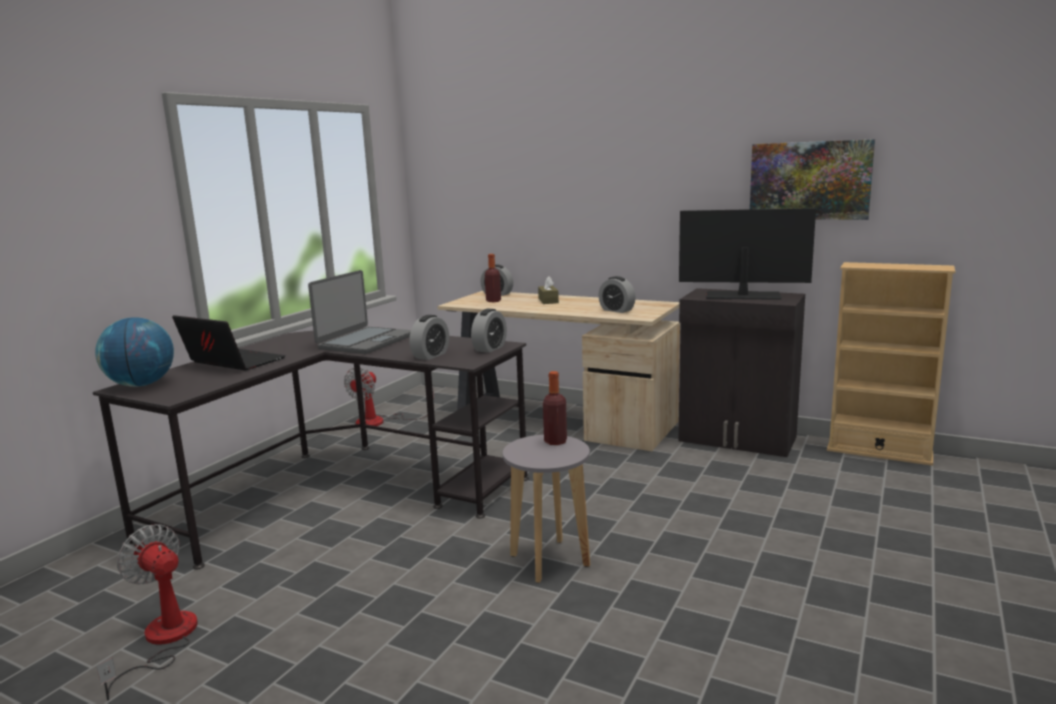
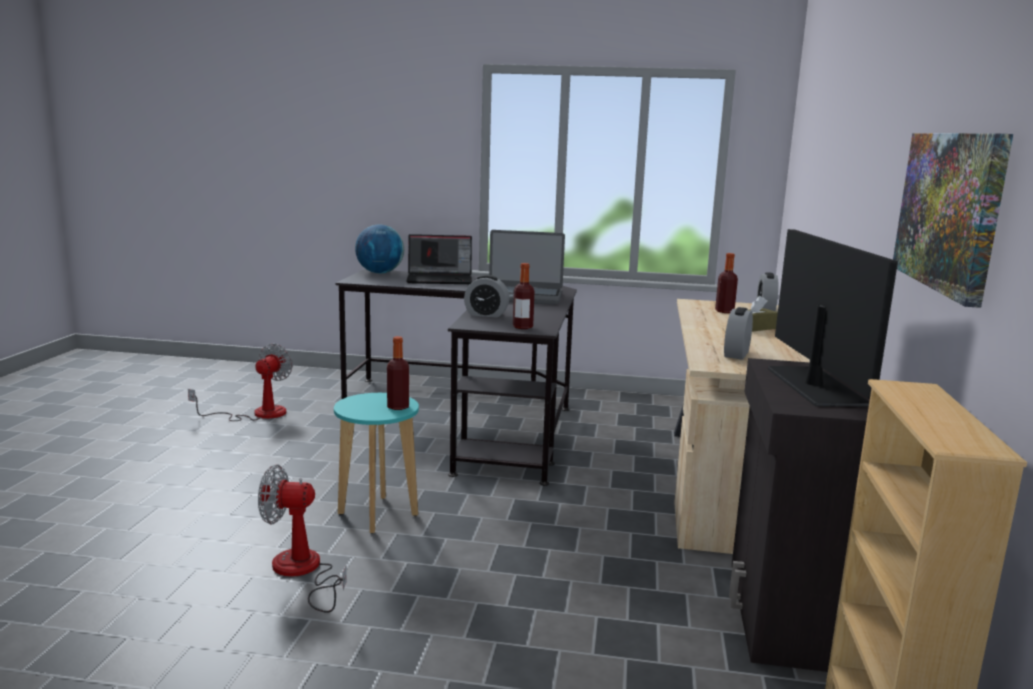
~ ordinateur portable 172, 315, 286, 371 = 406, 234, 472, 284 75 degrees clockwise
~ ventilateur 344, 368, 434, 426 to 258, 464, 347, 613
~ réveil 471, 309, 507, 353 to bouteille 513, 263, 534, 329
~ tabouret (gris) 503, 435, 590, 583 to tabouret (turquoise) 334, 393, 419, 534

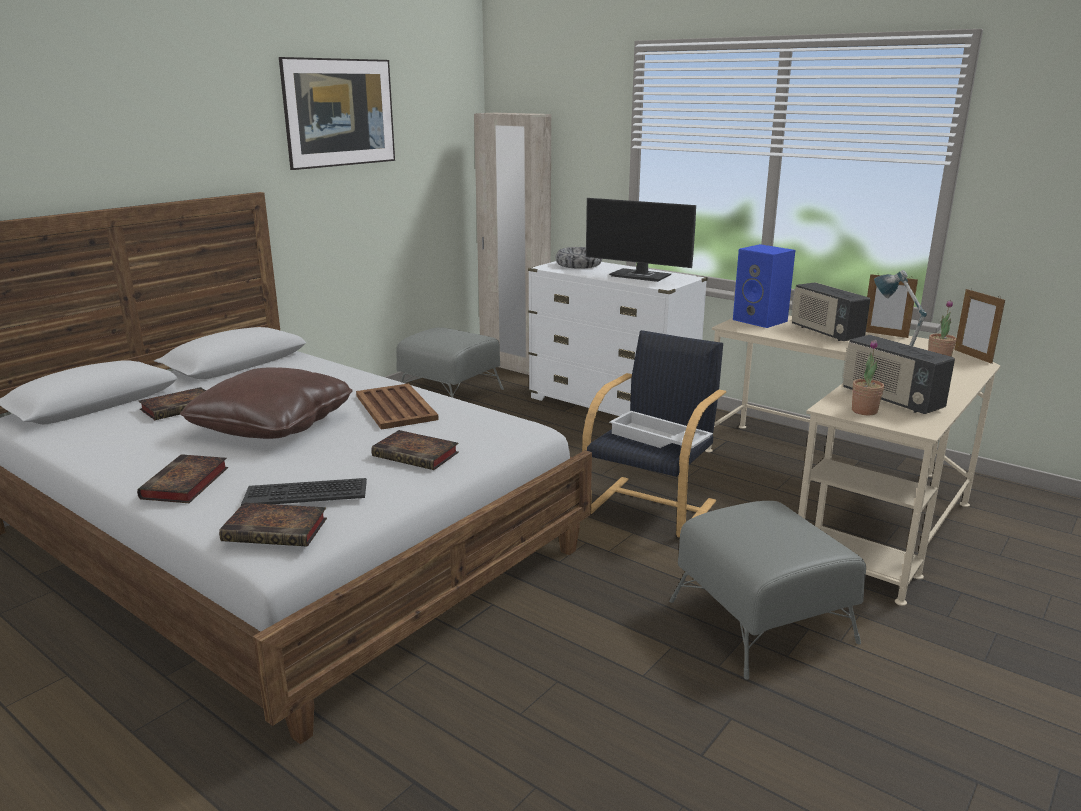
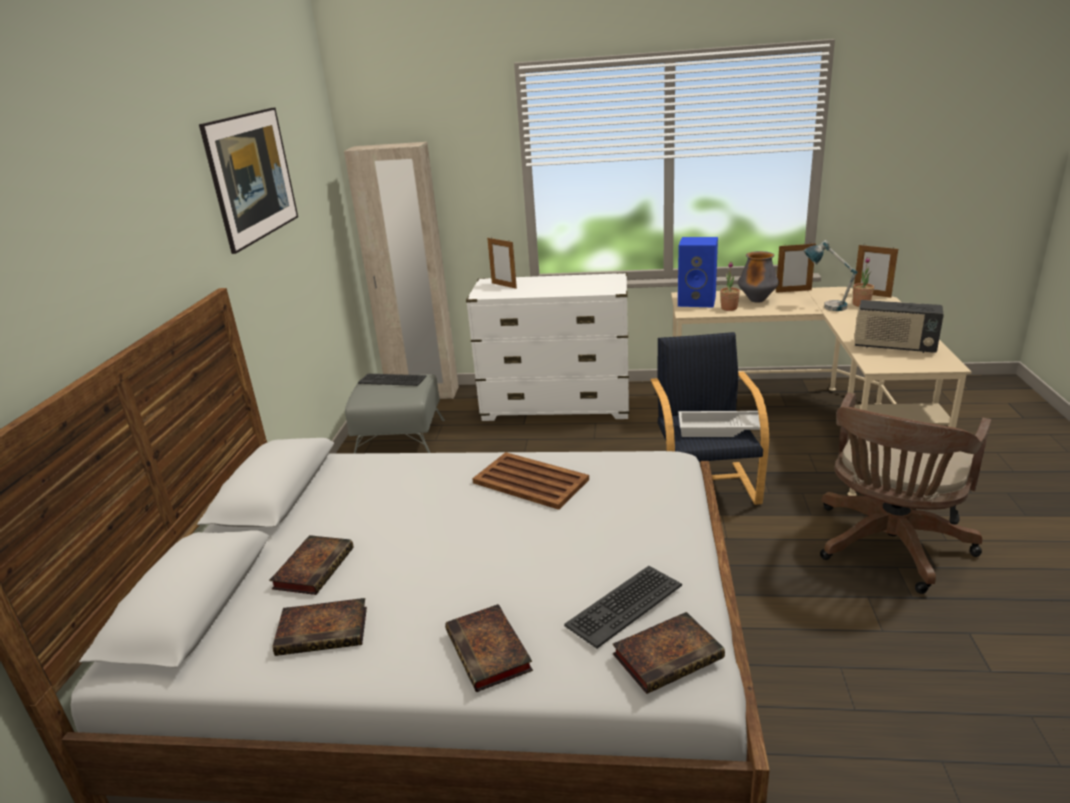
- coussin (marron) 180, 367, 352, 439
~ livre 371, 430, 459, 470 to 273, 598, 367, 656
~ bol 556, 247, 602, 269 to cadre photo 487, 238, 517, 289
- écran d'ordinateur 586, 198, 696, 282
~ pouf (gris) 669, 501, 866, 680 to chaise de bureau (marron) 820, 392, 991, 594
~ radio 791, 282, 870, 341 to vase 738, 251, 779, 303
~ plante en pot 852, 340, 884, 416 to 720, 262, 740, 311
+ clavier 358, 374, 426, 386

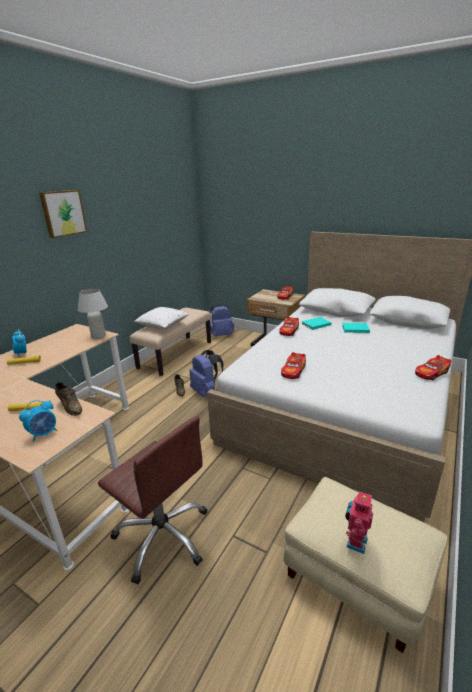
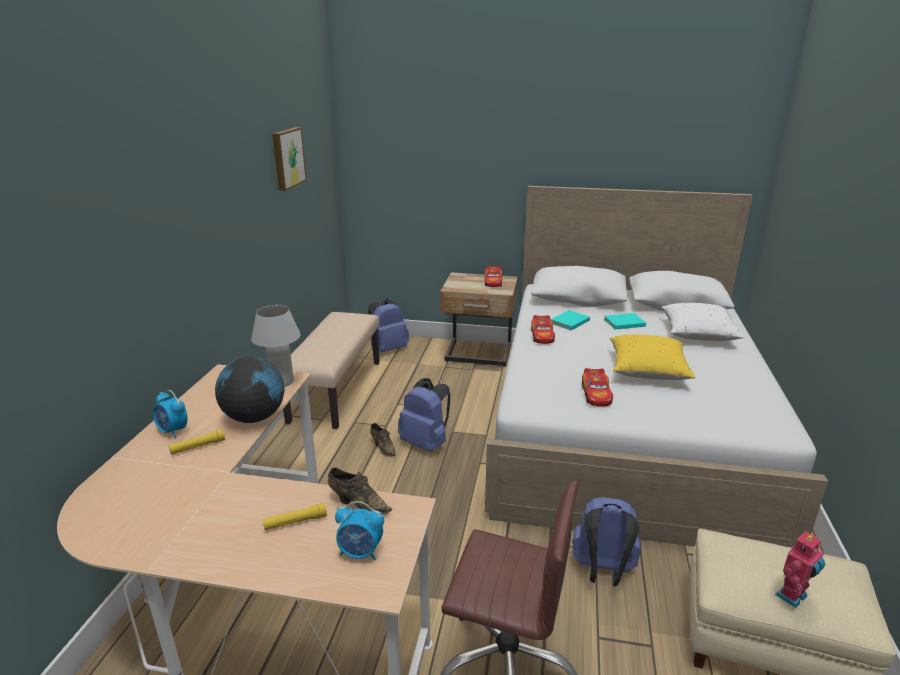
~ réveil 19, 400, 57, 442 = 335, 501, 384, 561 75 degrees clockwise
~ tableau 39, 190, 87, 238 to 272, 127, 307, 191
~ coussin (blanc) 134, 307, 189, 329 to 661, 303, 744, 341
~ robot jouet 345, 491, 373, 554 = 775, 532, 825, 608 135 degrees counterclockwise
- petite voiture 415, 355, 451, 381
+ globe 215, 357, 284, 423
+ sac à dos (bleu) 572, 497, 641, 586
+ coussin (jaune) 610, 334, 695, 380

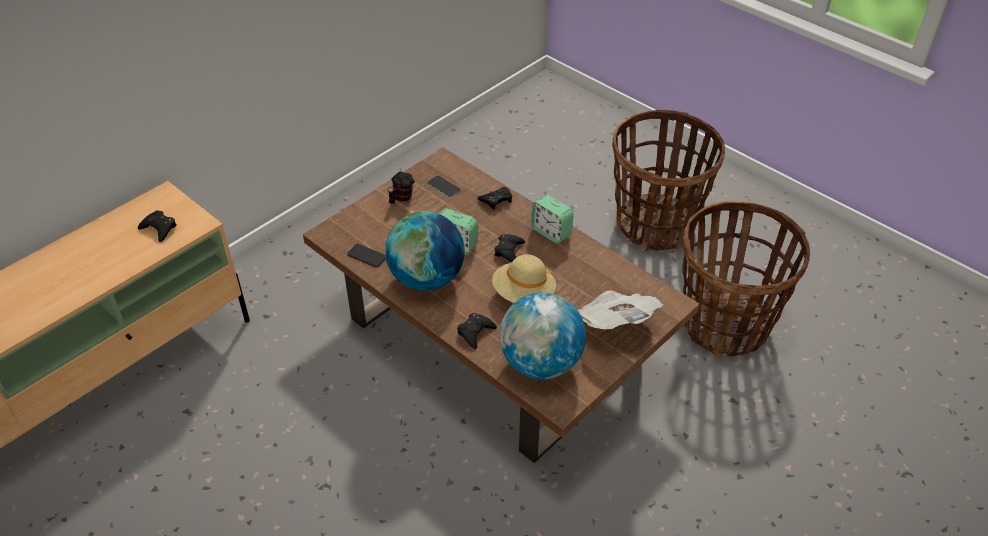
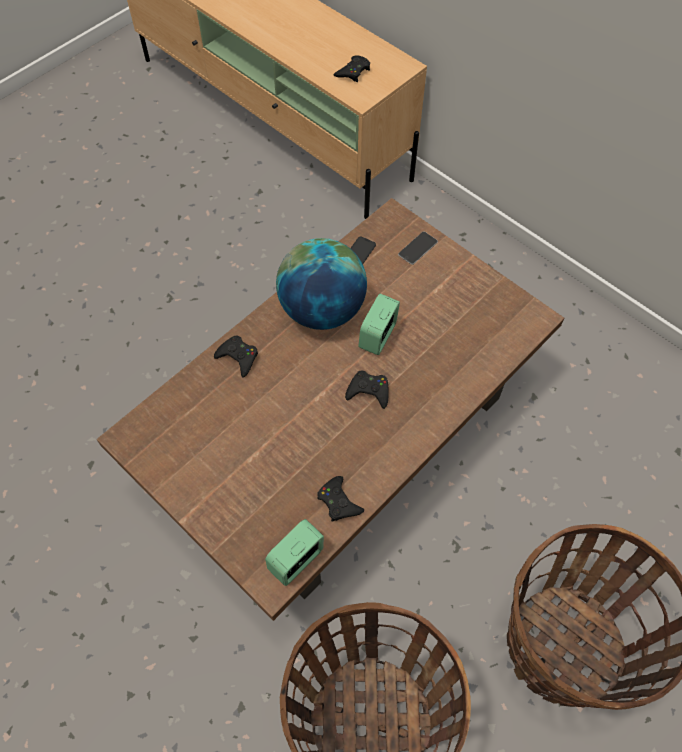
- mug 388, 172, 414, 204
~ téléphone 427, 175, 462, 198 to 398, 231, 438, 265
~ manette (noir) 477, 187, 512, 210 to 317, 476, 364, 522
- chapeau (beige) 492, 254, 556, 303
- globe 499, 292, 586, 379
~ réveil 531, 195, 574, 244 to 265, 519, 324, 586
- journal 578, 290, 663, 329

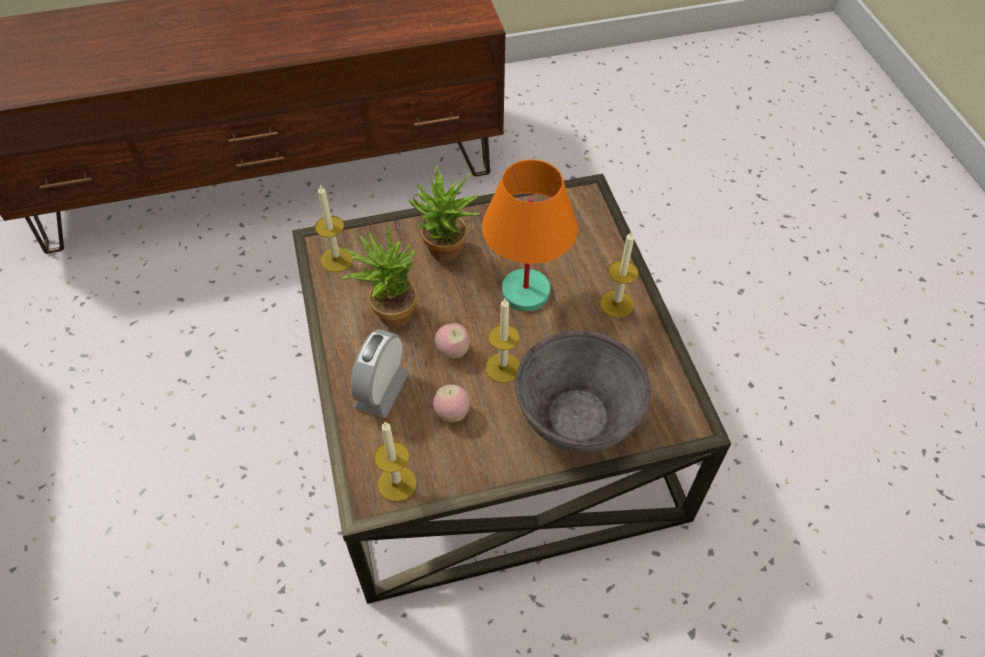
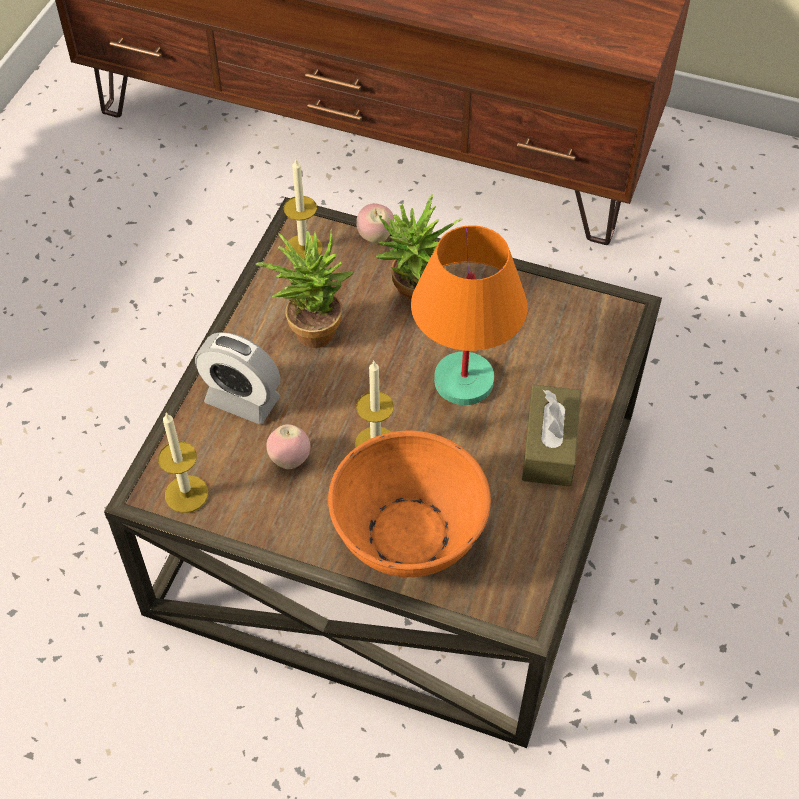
~ réveil 350, 329, 409, 418 = 195, 332, 280, 425 120 degrees counterclockwise
~ pomme 435, 323, 470, 359 to 356, 203, 394, 243
~ bol (gris) 515, 331, 651, 452 to bol (orange) 328, 431, 491, 577
~ bougie 600, 231, 638, 318 to boîte à mouchoirs (marron) 522, 385, 581, 487

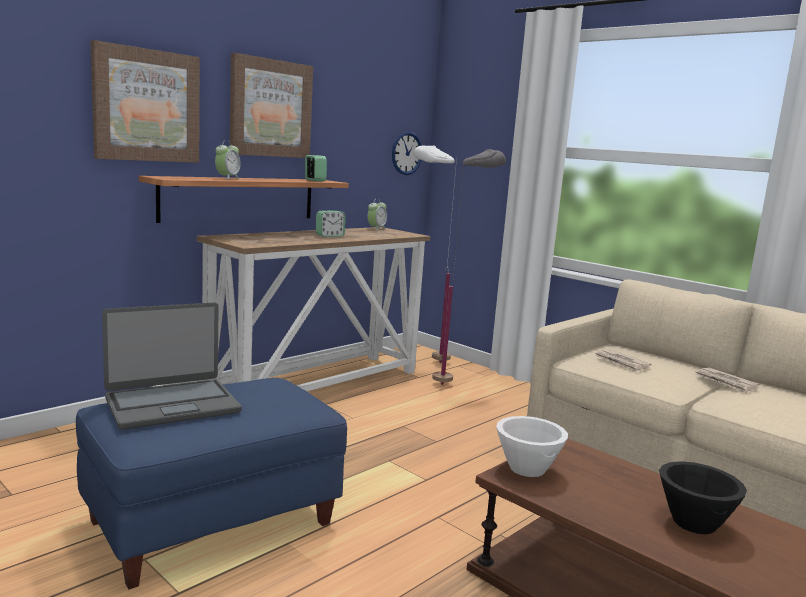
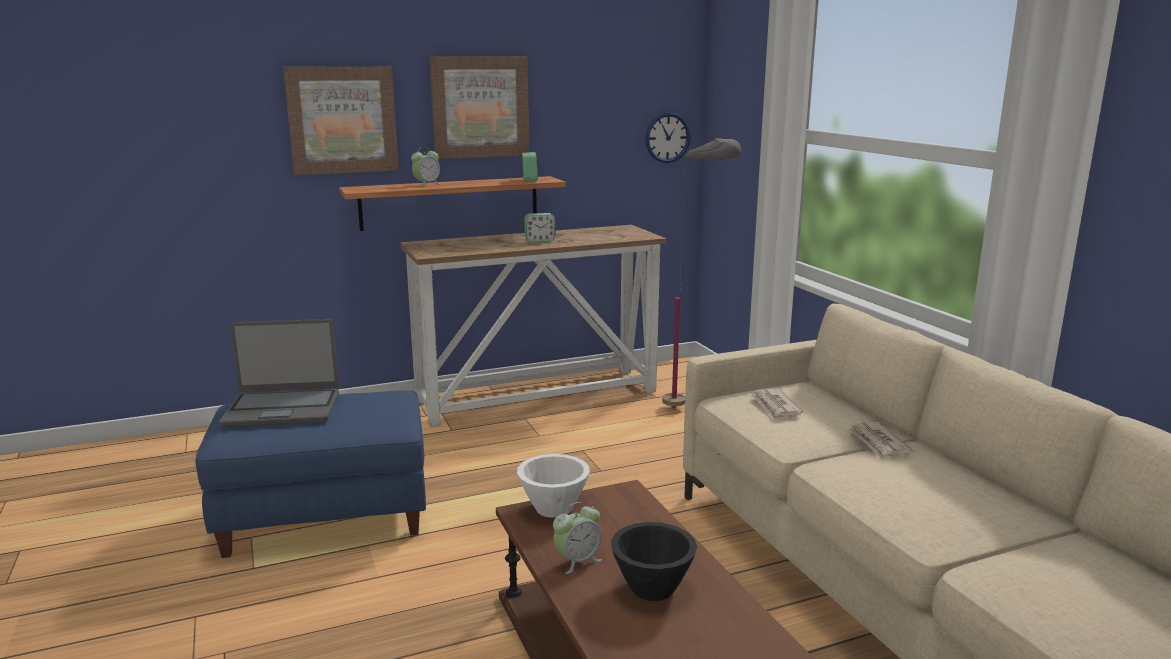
~ réveil 368, 200, 387, 230 to 553, 502, 602, 574
- lampadaire (blanc) 414, 146, 457, 363

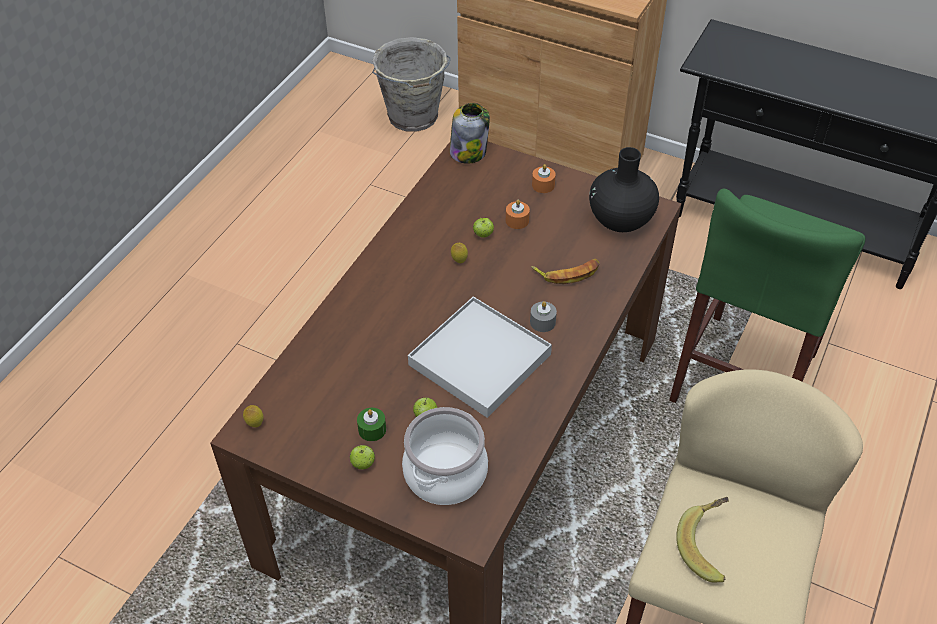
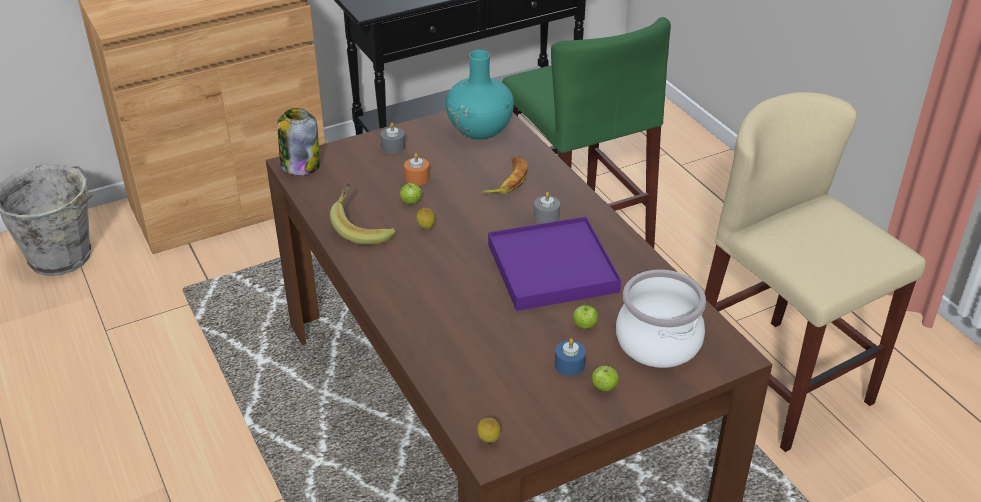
~ bougie (vert) 357, 408, 386, 441 to bougie (bleu) 555, 338, 586, 376
~ plateau (blanc) 408, 296, 552, 418 to plateau (violet) 488, 216, 621, 311
~ bougie (orange) 532, 164, 556, 193 to bougie (gris) 381, 123, 405, 154
~ vase (noir) 589, 147, 659, 232 to vase (turquoise) 446, 50, 514, 139
~ banane 676, 497, 729, 583 to 330, 183, 396, 245

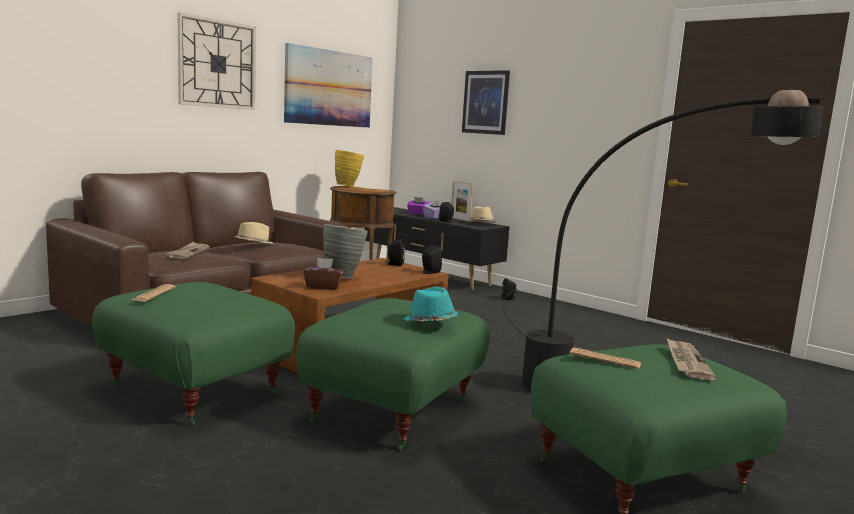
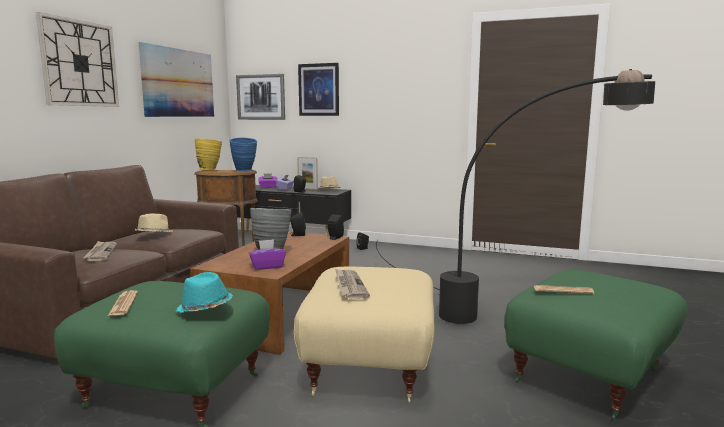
~ pouf (vert) 296, 298, 490, 451 to pouf (beige) 294, 267, 435, 403
~ boîte à mouchoirs (marron) 303, 258, 344, 290 to boîte à mouchoirs (violet) 249, 239, 286, 270
~ chapeau (turquoise) 404, 287, 459, 321 to 176, 272, 233, 313
~ journal 667, 338, 717, 380 to 335, 269, 370, 299
+ vase (bleu) 229, 138, 257, 172
+ tableau 236, 74, 285, 120

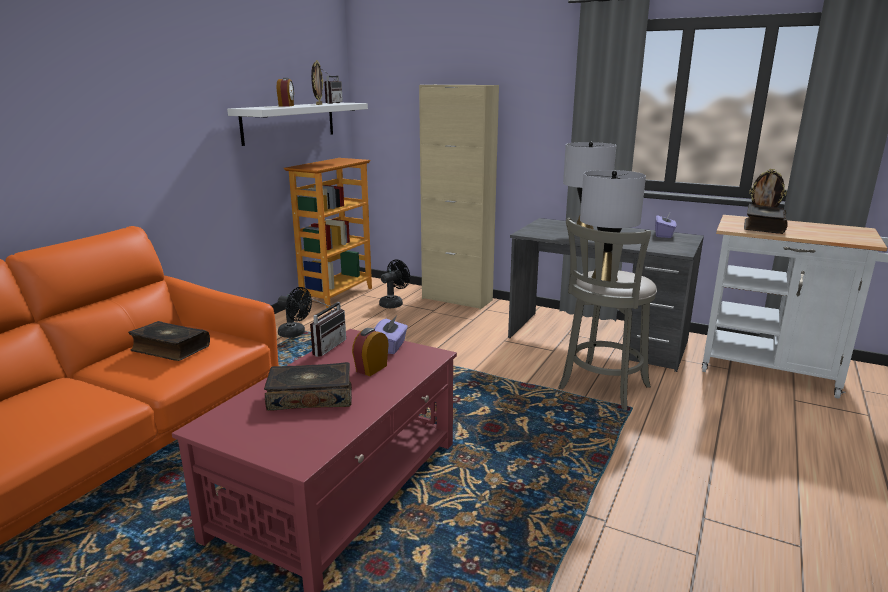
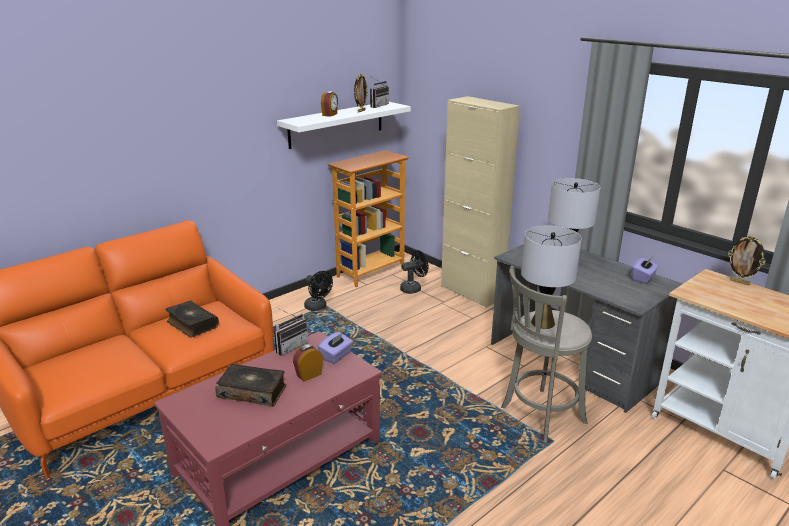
- livre 744, 204, 788, 234

